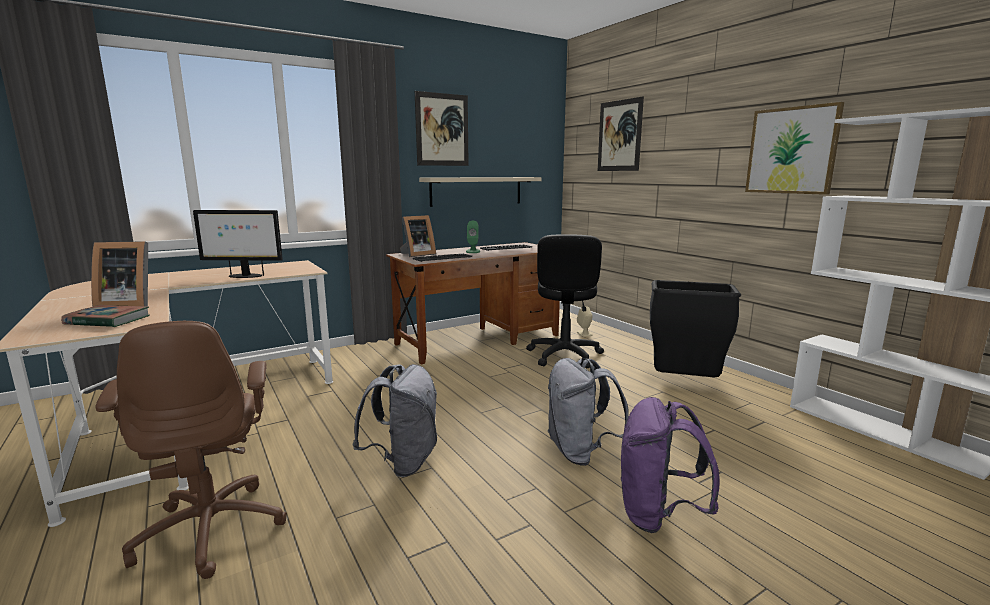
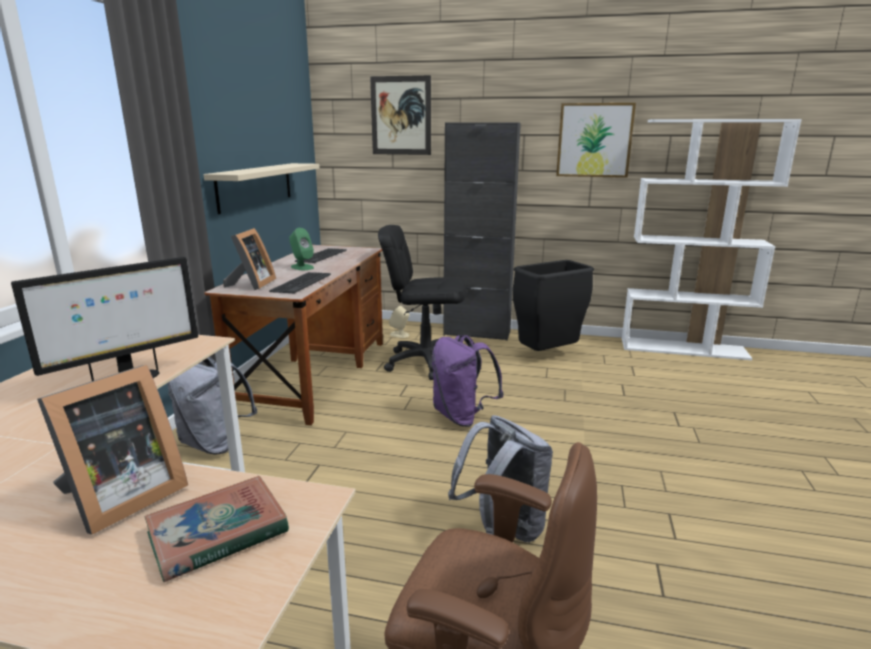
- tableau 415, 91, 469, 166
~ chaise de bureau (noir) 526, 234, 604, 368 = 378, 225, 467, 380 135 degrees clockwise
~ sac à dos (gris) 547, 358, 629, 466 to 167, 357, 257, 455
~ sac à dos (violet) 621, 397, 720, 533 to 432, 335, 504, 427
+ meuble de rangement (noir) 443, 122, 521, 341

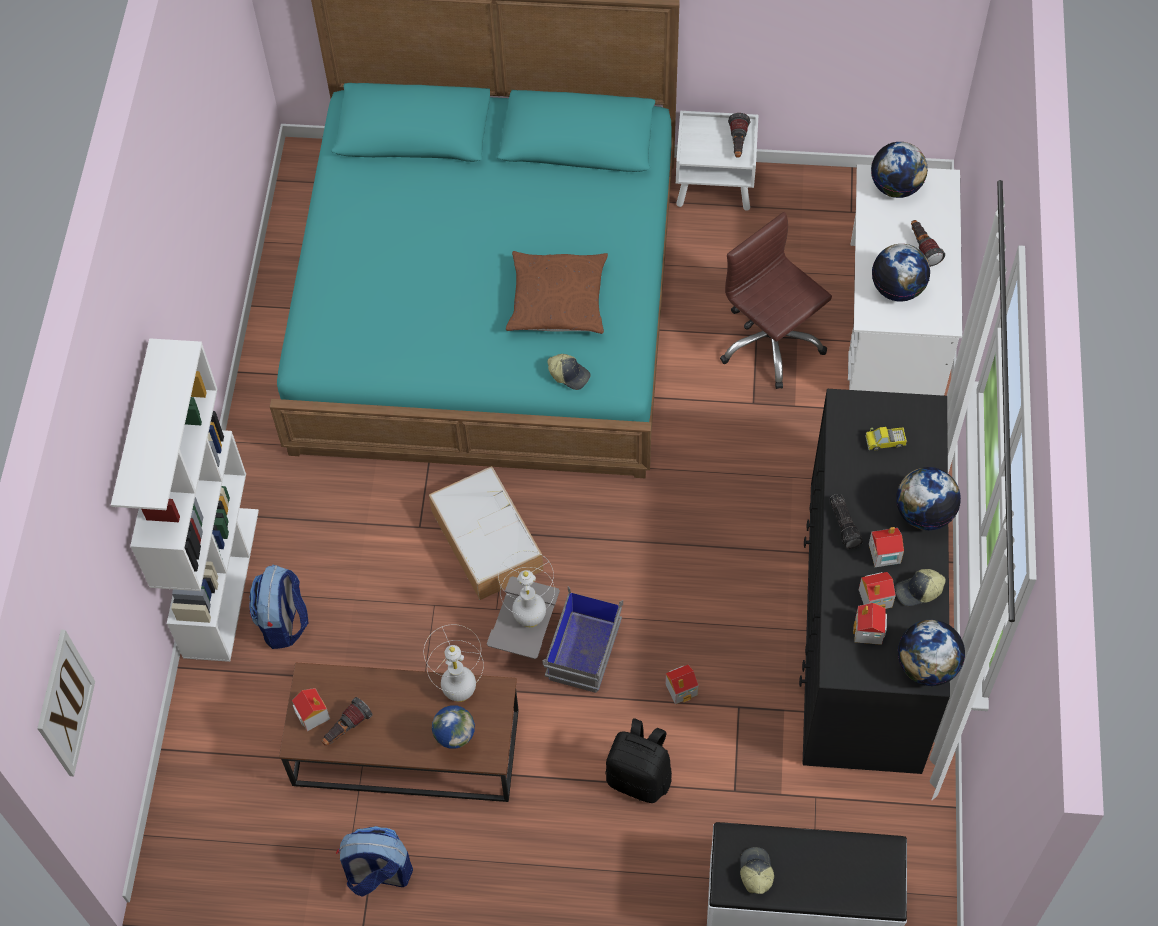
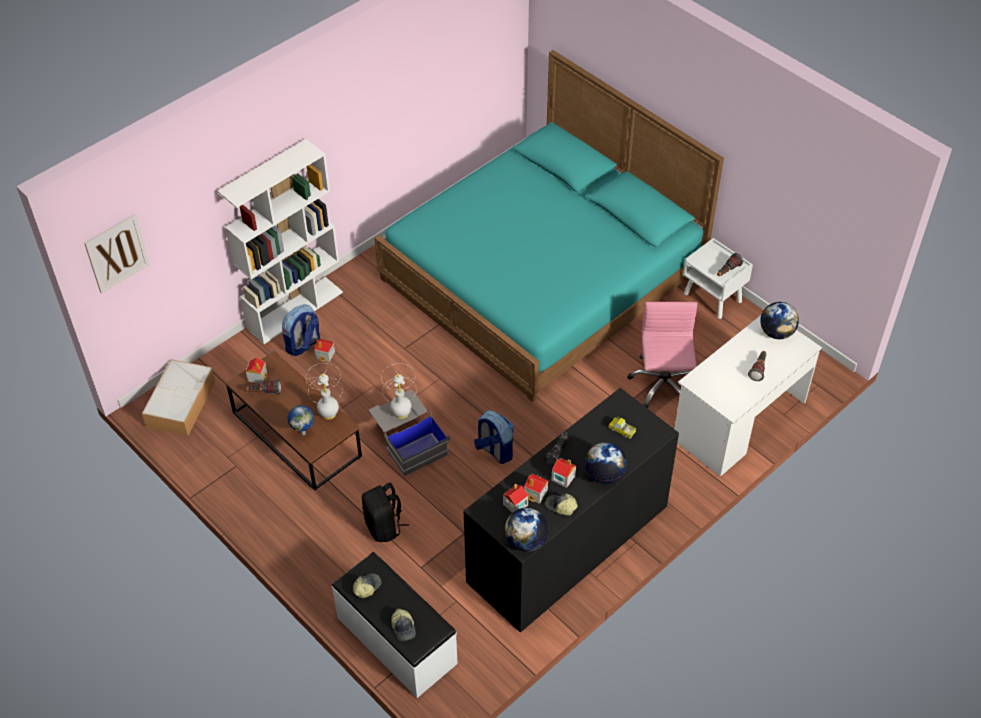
~ sac à dos 336, 826, 413, 897 to 474, 410, 514, 464
~ boîte de rangement 429, 466, 544, 600 to 142, 359, 216, 436
- coussin (marron) 506, 251, 608, 334
~ casquette 547, 354, 591, 390 to 391, 609, 416, 641
~ maison miniature 665, 665, 699, 705 to 315, 339, 335, 362
~ chaise de bureau (marron) 720, 212, 832, 389 to chaise de bureau (rose) 628, 302, 697, 409
- globe 872, 244, 930, 302

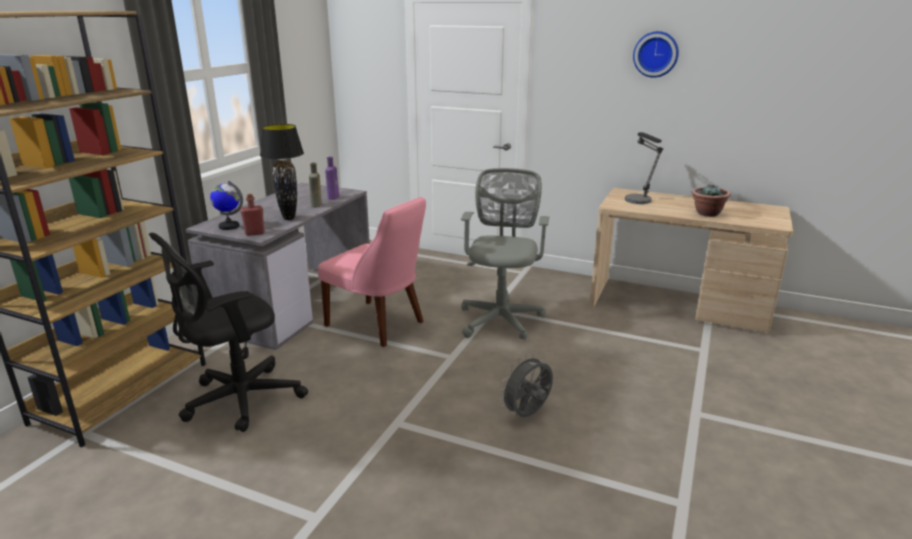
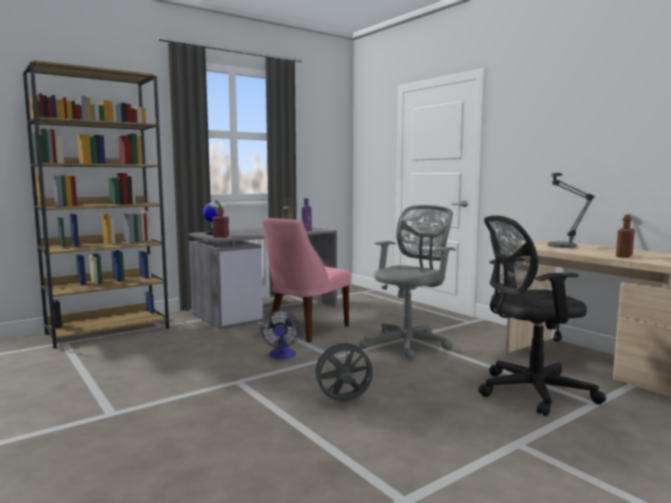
~ chaise de bureau (noir) 149, 232, 308, 432 to 478, 215, 606, 416
- lampe de table (noir) 260, 124, 304, 220
~ chaise (rose) 318, 197, 426, 347 = 262, 218, 351, 342 60 degrees clockwise
- horloge murale 633, 31, 679, 78
~ plante en pot 691, 184, 731, 217 to bouteille (marron) 616, 215, 635, 258
+ ventilateur 261, 310, 300, 359

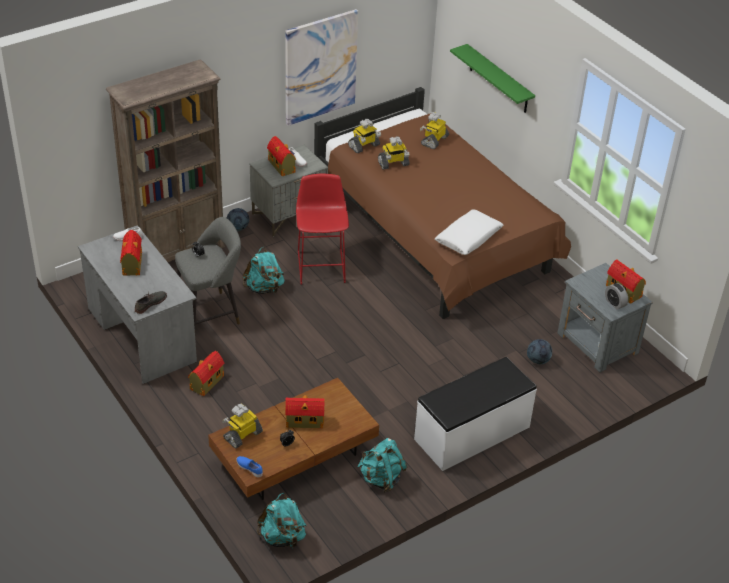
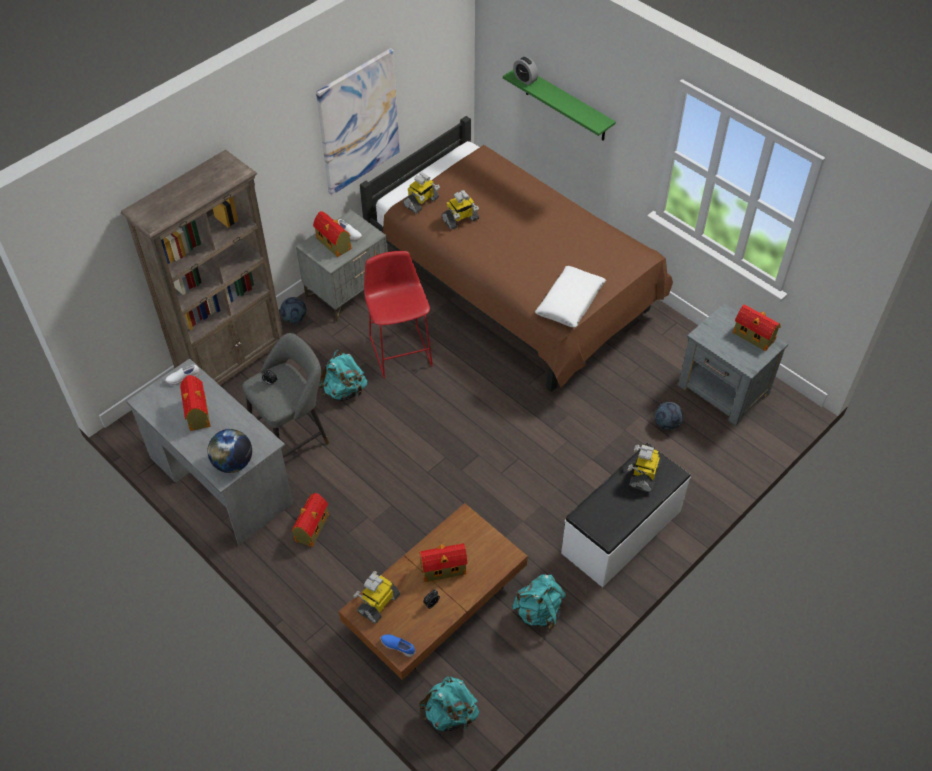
~ chaussure (gris) 135, 291, 167, 314 to globe 207, 429, 252, 473
~ robot jouet 420, 112, 449, 149 to 627, 444, 662, 492
~ réveil 605, 283, 628, 310 to 513, 57, 538, 85

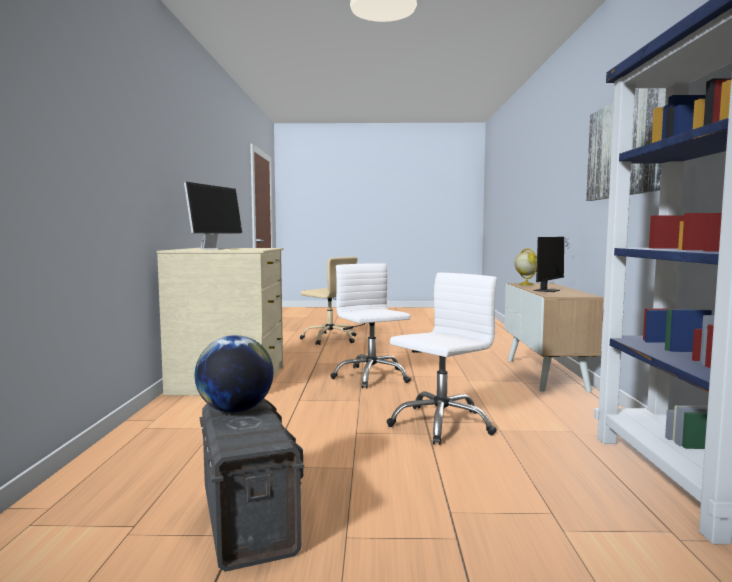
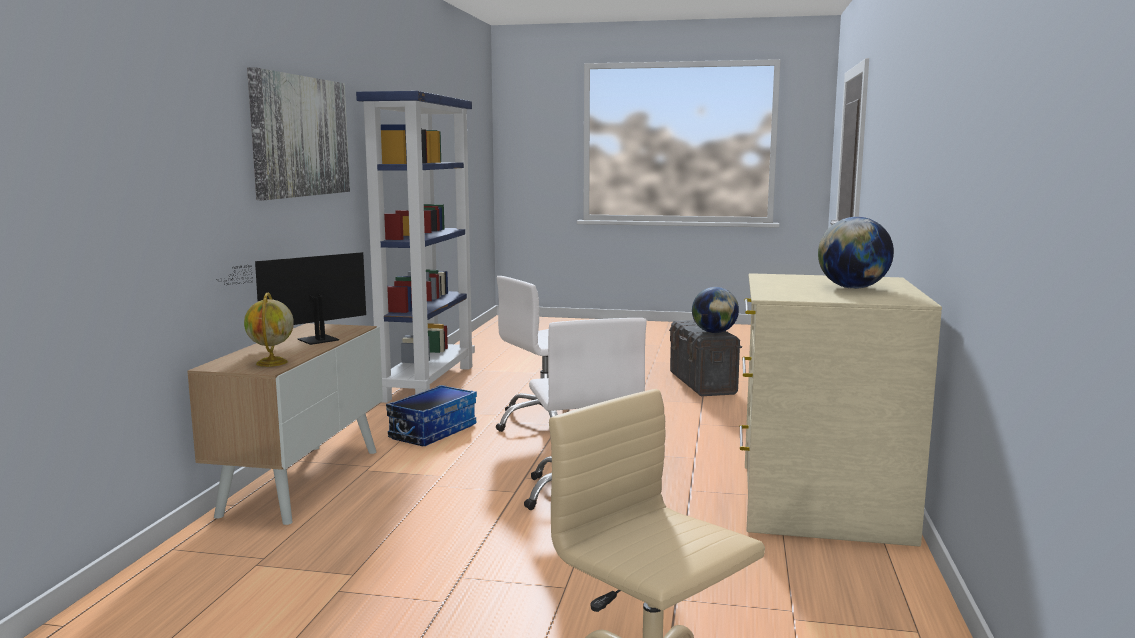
~ écran d'ordinateur 184, 182, 242, 249 to globe 818, 217, 894, 289
+ boîte de rangement 386, 385, 477, 446

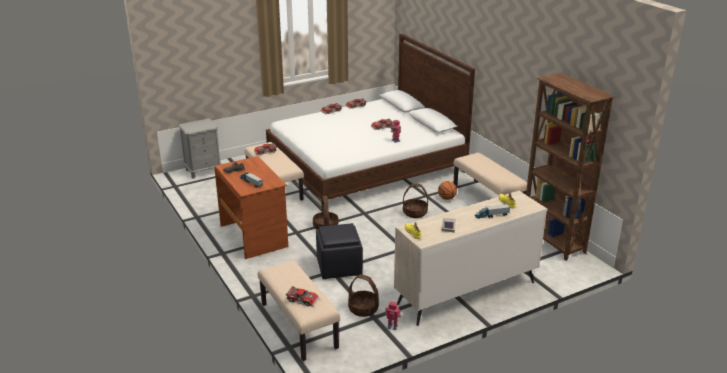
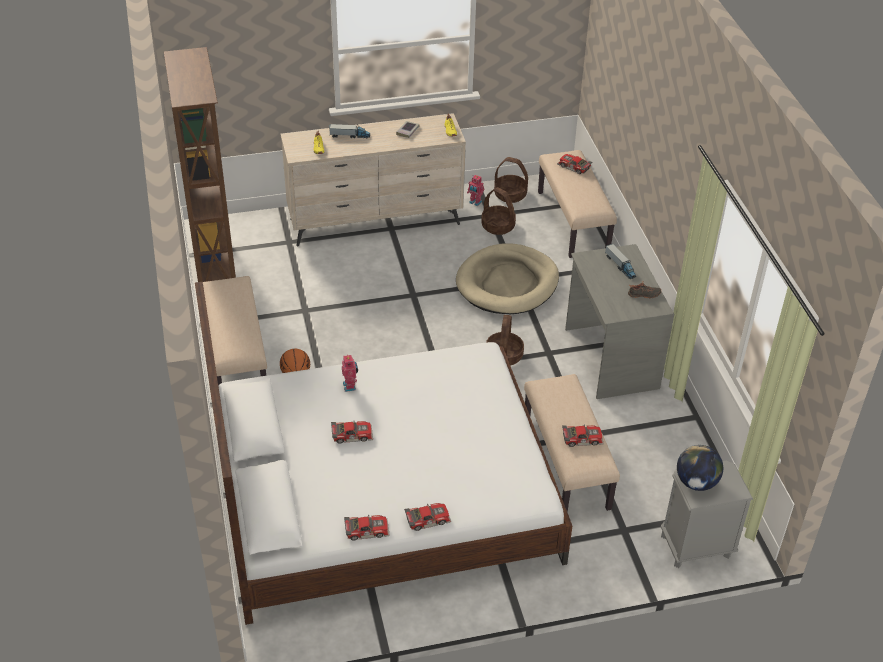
~ bureau (marron) 214, 156, 288, 259 to bureau (gris) 565, 244, 674, 399
~ pouf (noir) 316, 223, 363, 279 to panier pour chien (beige) 456, 243, 559, 314
~ panier 403, 184, 428, 218 to 494, 157, 528, 203
+ globe 677, 445, 723, 491

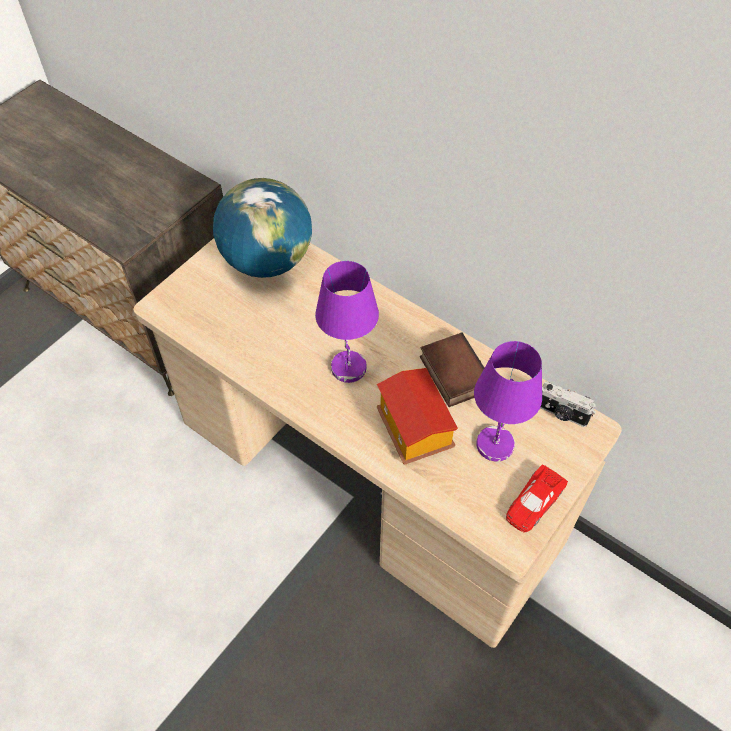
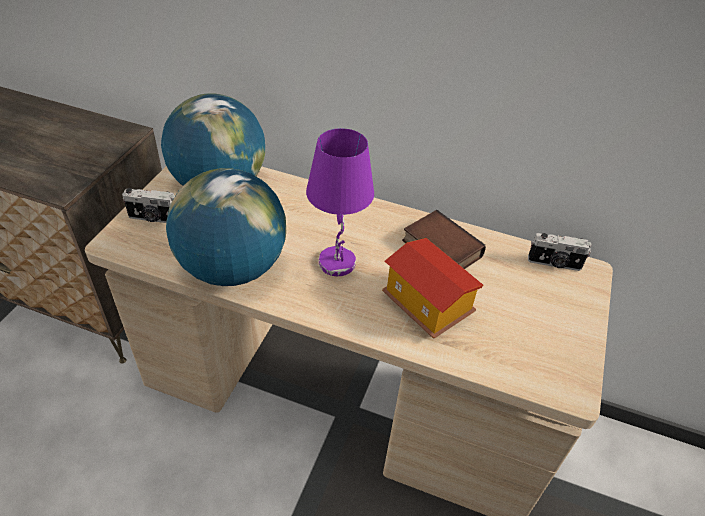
- lampe de table (violet) 474, 341, 542, 462
- petite voiture (rouge) 506, 464, 568, 532
+ appareil photo 122, 188, 175, 223
+ globe 166, 168, 286, 286

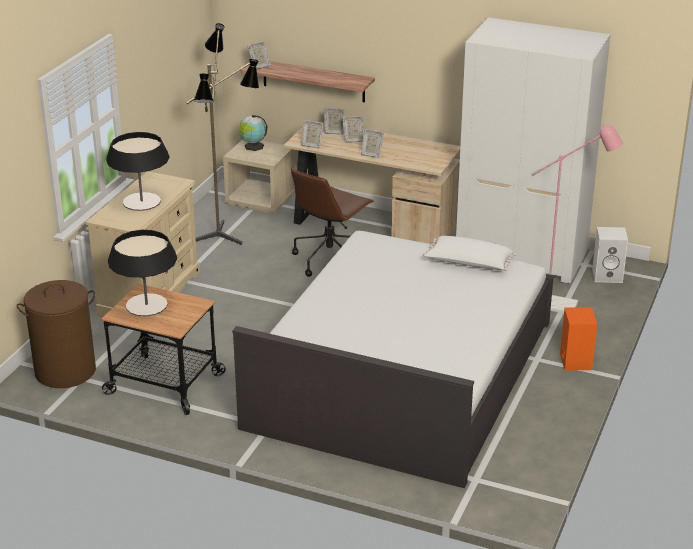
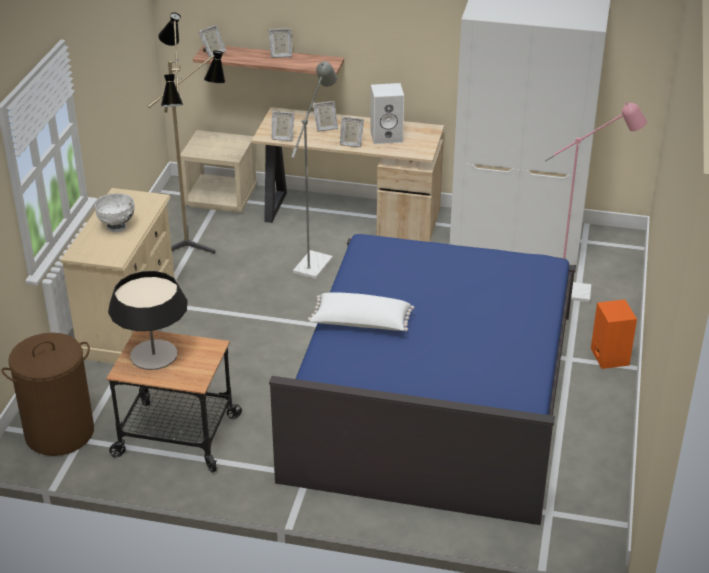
~ lampe de table 106, 132, 170, 211 to bol (blanc) 95, 193, 135, 232
~ lit (blanc) 232, 231, 554, 488 to lit (bleu) 269, 234, 576, 525
- globe 239, 115, 268, 151
~ chaise de bureau (marron) 291, 169, 374, 277 to lampadaire (gris) 291, 62, 337, 279
~ cadre photo 324, 108, 344, 134 to 268, 28, 292, 58
~ coussin (blanc) 423, 236, 516, 271 to 308, 292, 414, 331
~ enceinte (blanc) 592, 227, 628, 283 to 370, 83, 404, 144

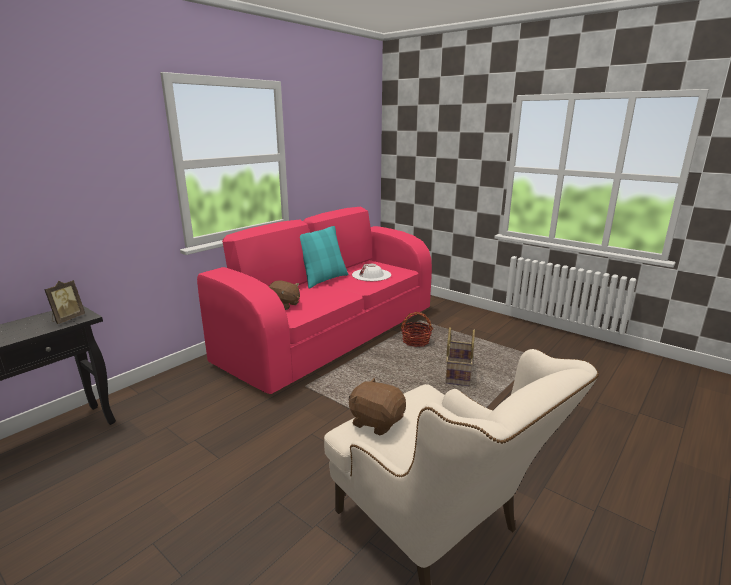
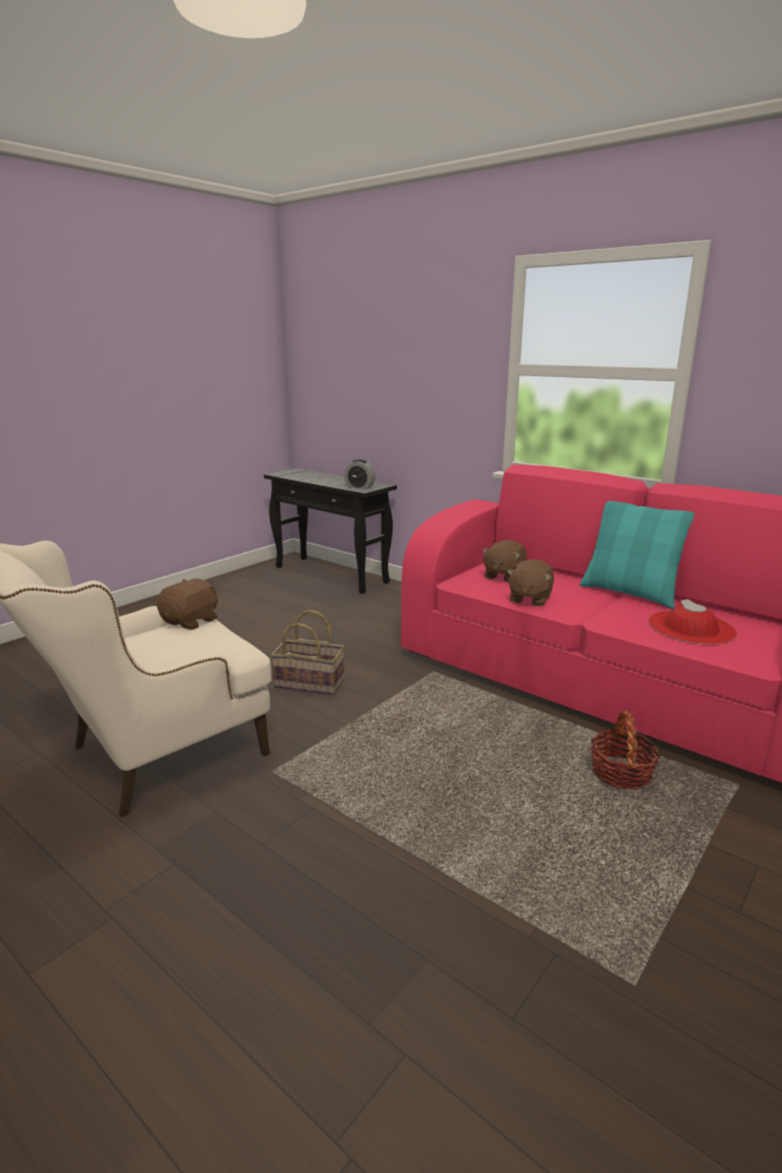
~ cadre photo 44, 280, 85, 324 to réveil 344, 459, 375, 489
~ chapeau (blanc) 352, 264, 391, 281 to chapeau (rouge) 648, 599, 737, 645
~ panier 445, 327, 475, 386 to 271, 610, 345, 695
+ peluche (marron) 507, 559, 554, 607

